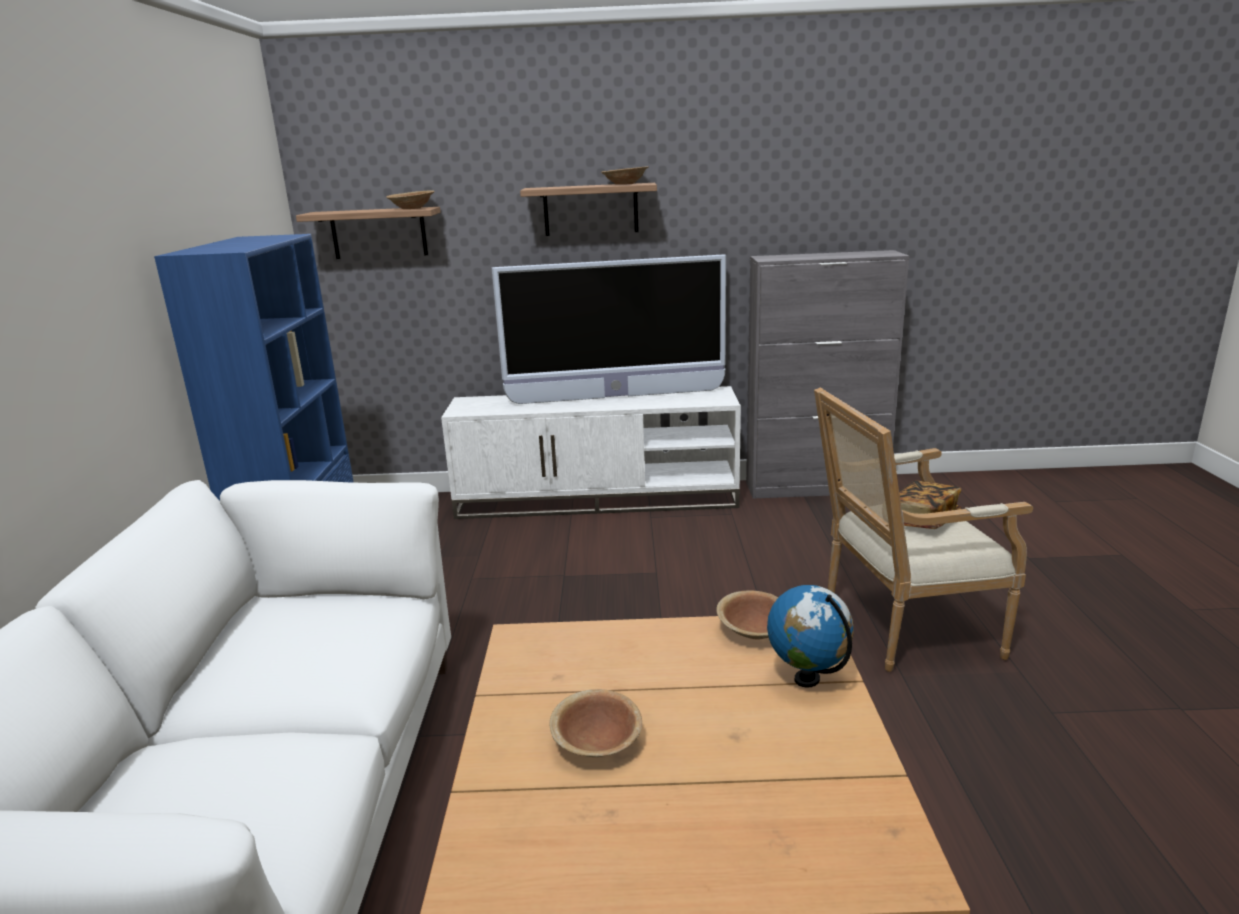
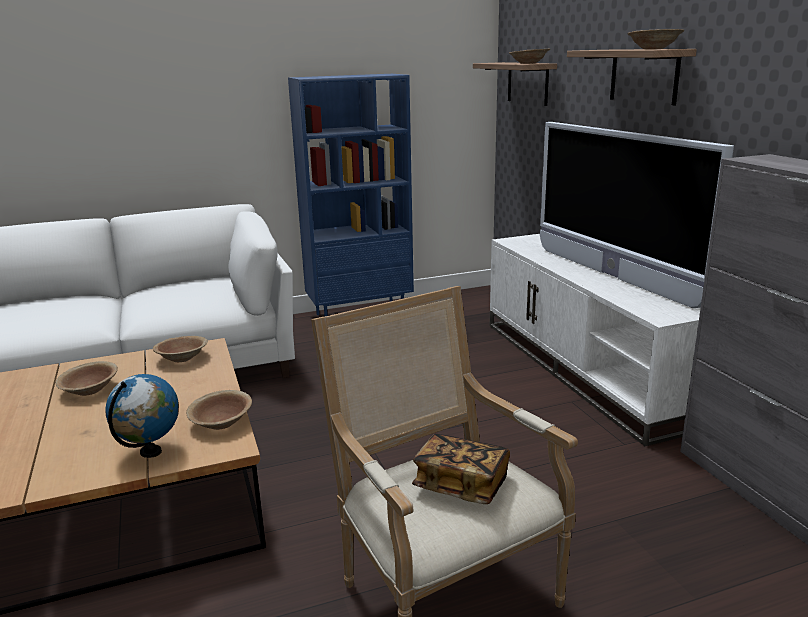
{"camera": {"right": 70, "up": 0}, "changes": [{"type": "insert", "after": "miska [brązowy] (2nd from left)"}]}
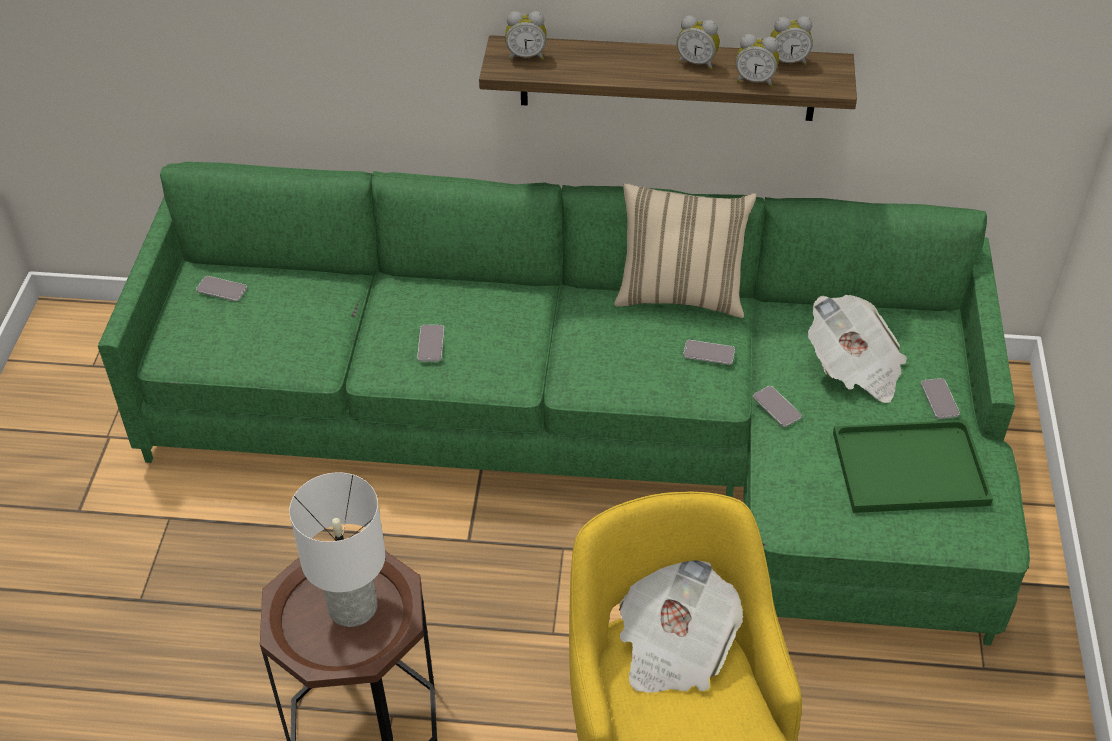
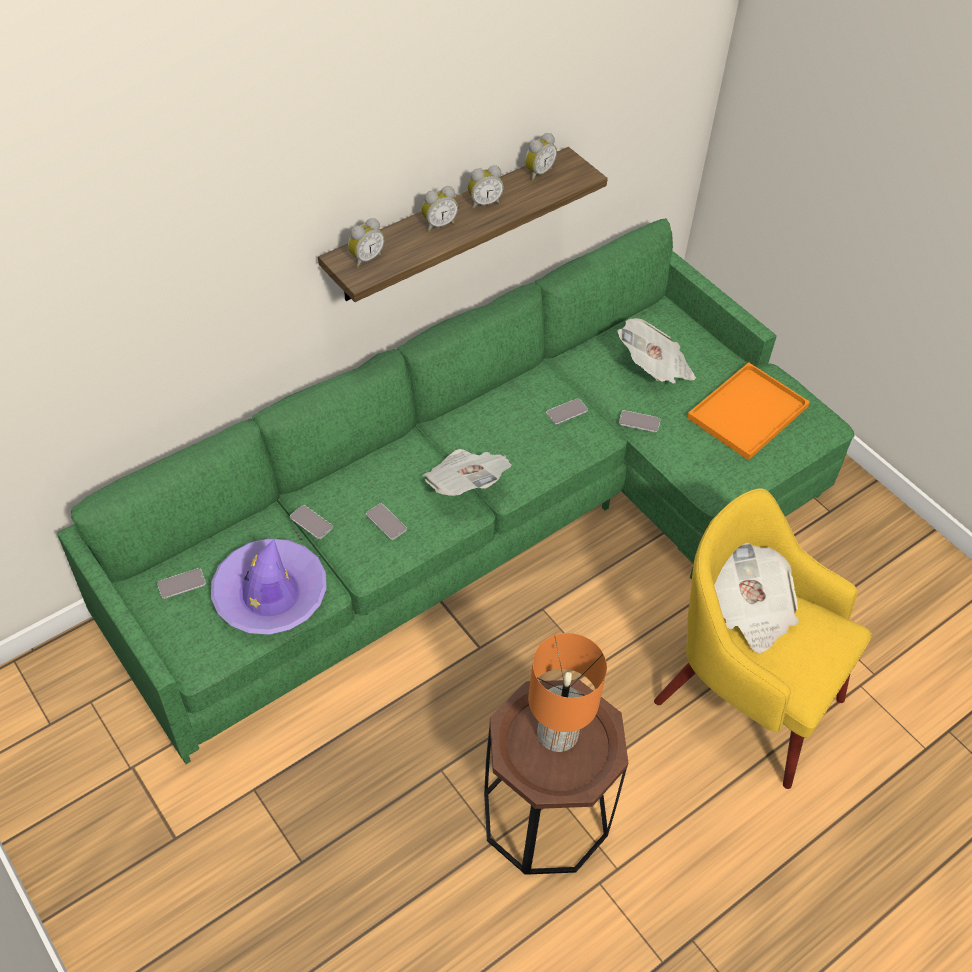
{"camera": {"right": -45, "up": 5}, "changes": [{"type": "insert", "after": "kapelusz [fioletowy]"}, {"type": "move", "before": "telefon (5th from left in the first image)", "after": "telefon (2nd from left)"}, {"type": "move", "before": "budzik (3rd from left in the first image)", "after": "budzik (2nd from left)"}, {"type": "insert", "after": "gazeta (1st from left)"}, {"type": "recolor", "before": "lampa stołowa [biały]", "after": "lampa stołowa [pomarańczowy]"}, {"type": "recolor", "before": "taca [zielony]", "after": "taca [pomarańczowy]"}, {"type": "delete", "before": "poduszka [beżowy]"}]}
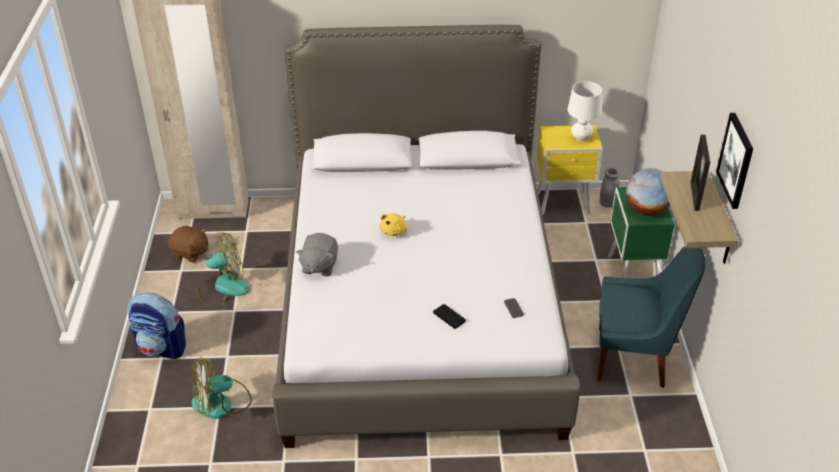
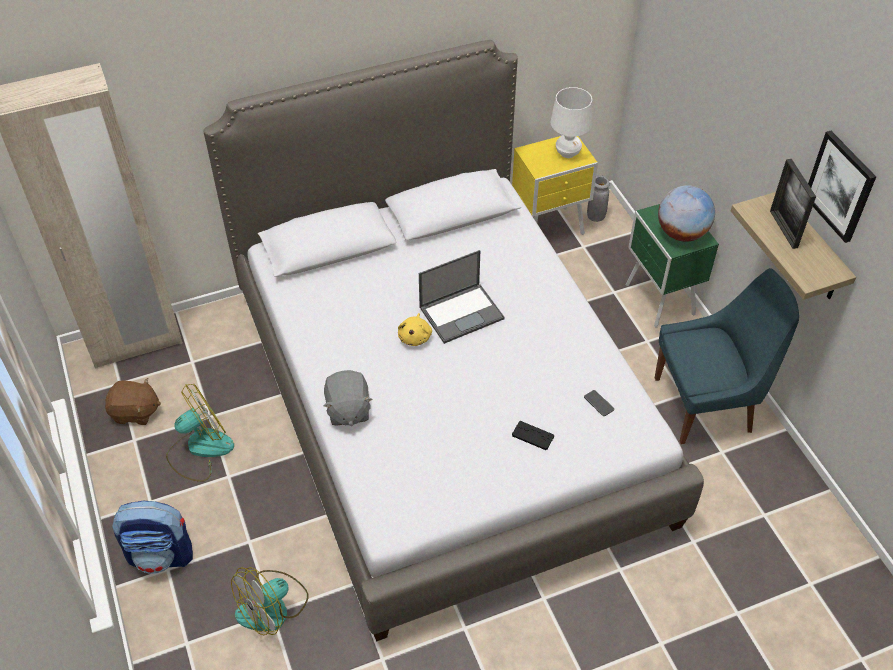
{"camera": {"right": -20, "up": 10}, "changes": [{"type": "insert", "after": "laptop"}]}
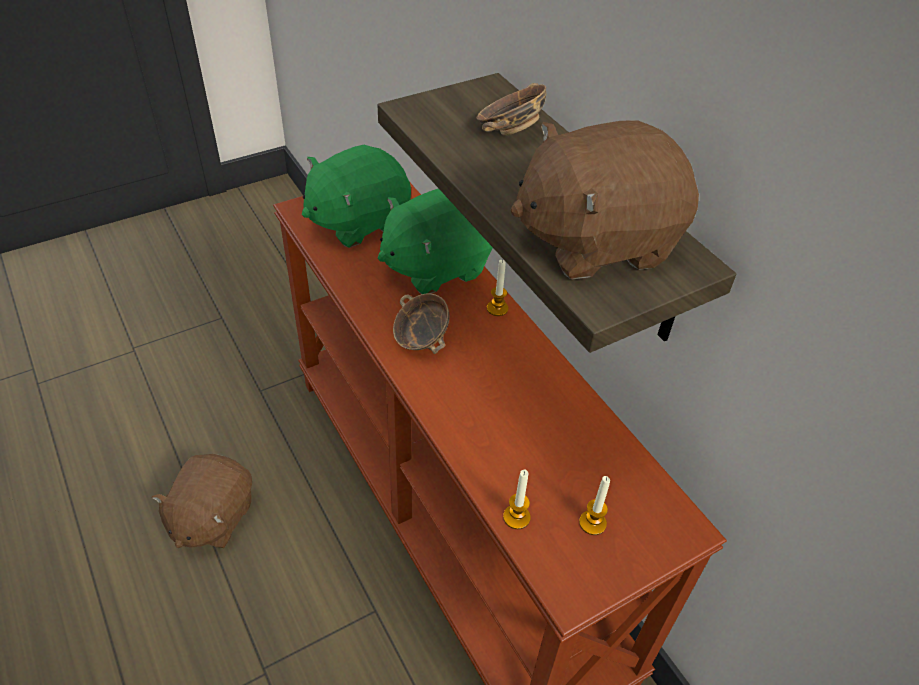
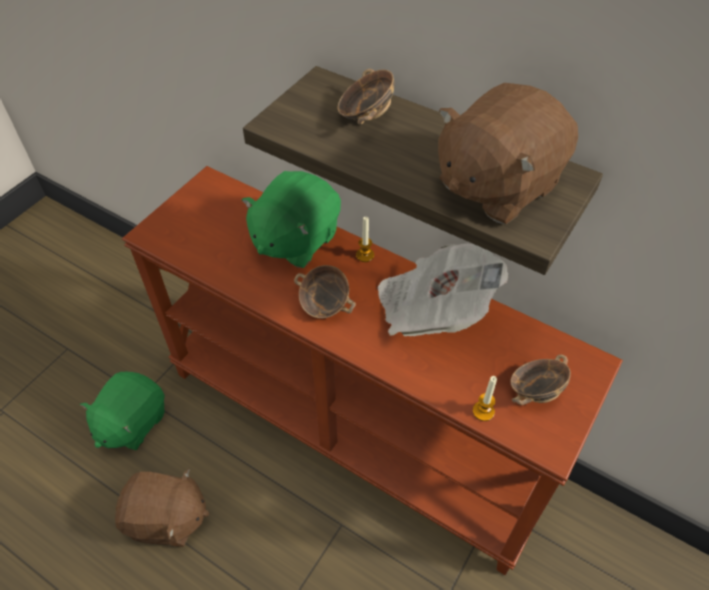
{"camera": {"right": -25, "up": 5}, "changes": [{"type": "move", "before": "pluszak [zielony] (1st from left)"}, {"type": "rotate", "before": "pluszak [brązowy] (1st from left)", "turn": -75}, {"type": "insert", "after": "gazeta"}, {"type": "replace", "before": "świeca (3rd from left)", "after": "miska (3rd from left)"}]}
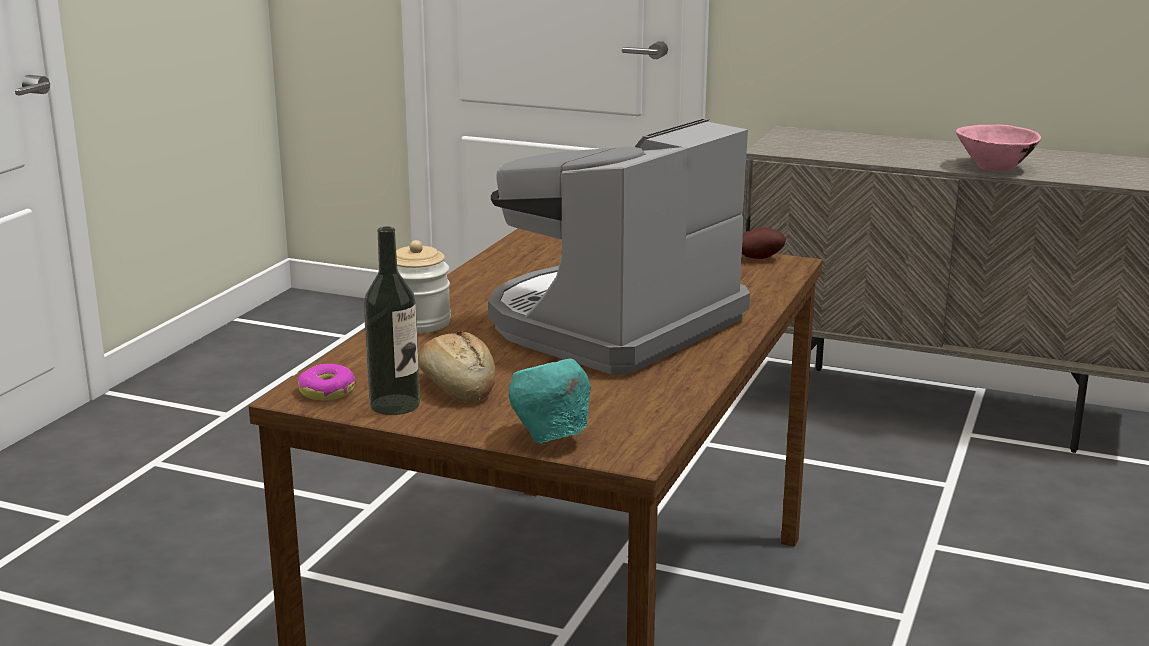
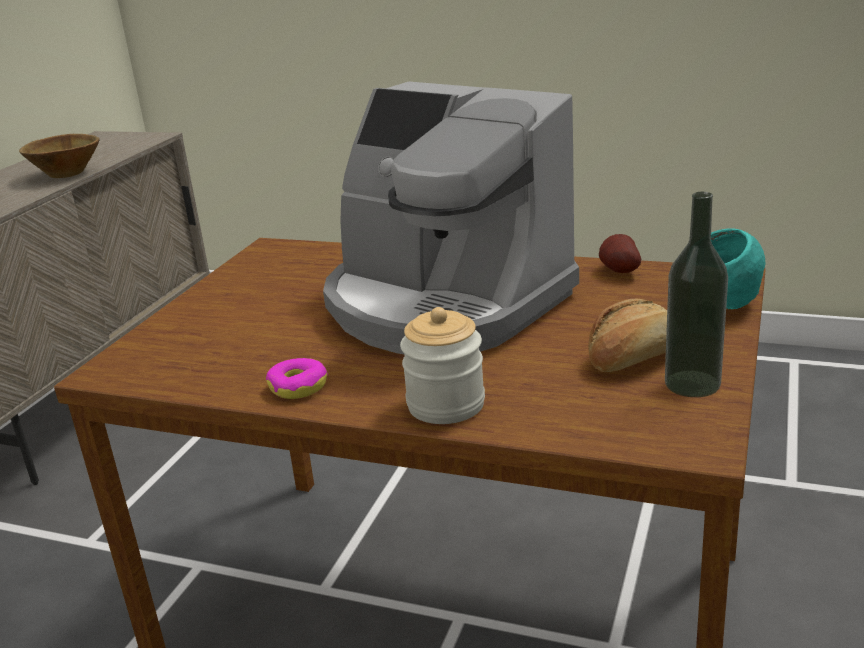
{"camera": {"right": -90, "up": 5}, "changes": [{"type": "recolor", "before": "miska [różowy]", "after": "miska [brązowy]"}, {"type": "move", "before": "donut"}, {"type": "move", "before": "ziemniak"}]}
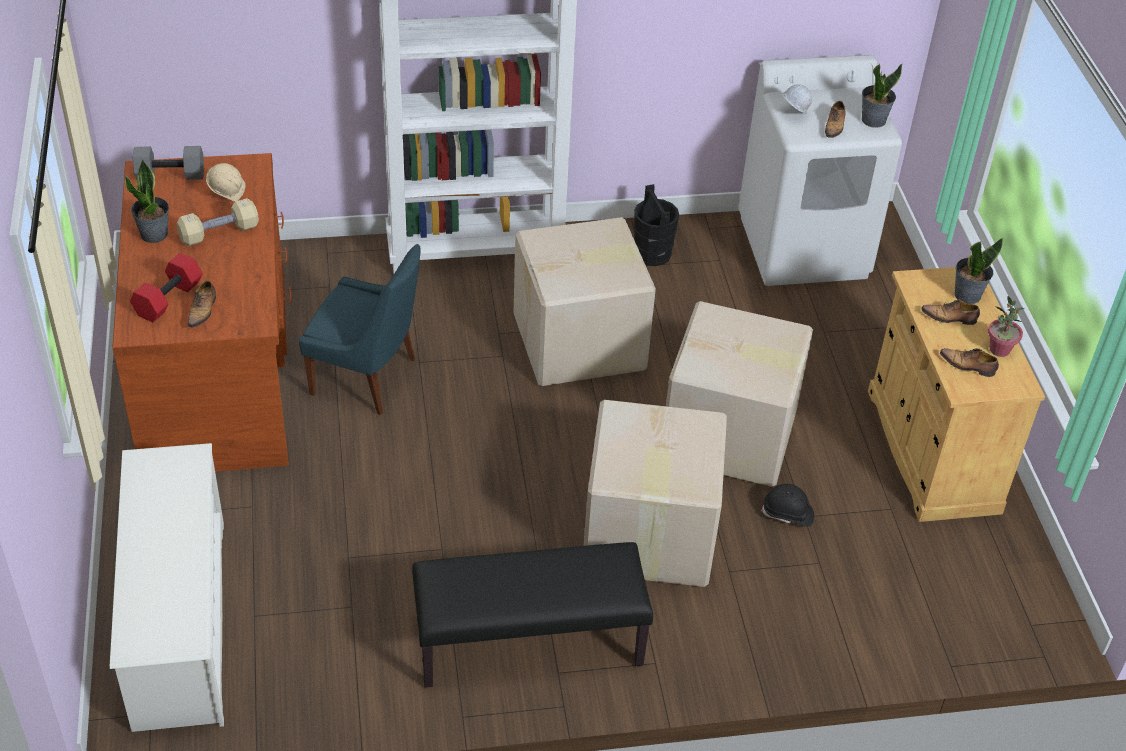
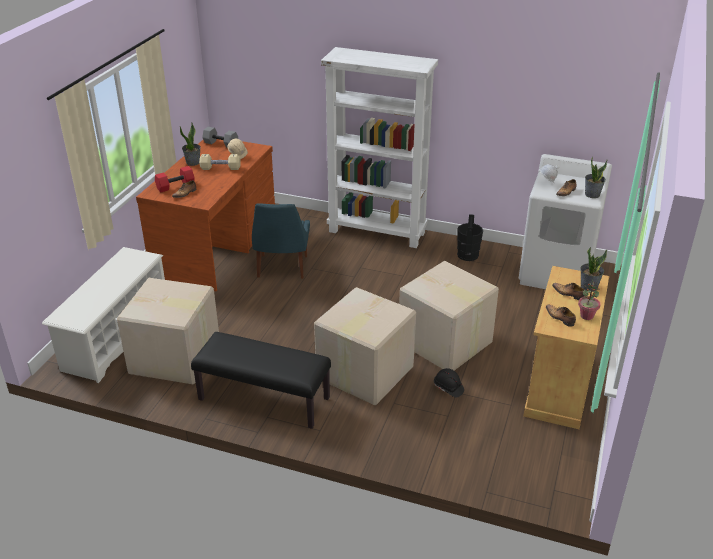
{"camera": {"right": 30, "up": -10}, "changes": [{"type": "move", "before": "karton (1st from left)"}, {"type": "rotate", "before": "krzesło [niebieski]", "turn": 45}]}
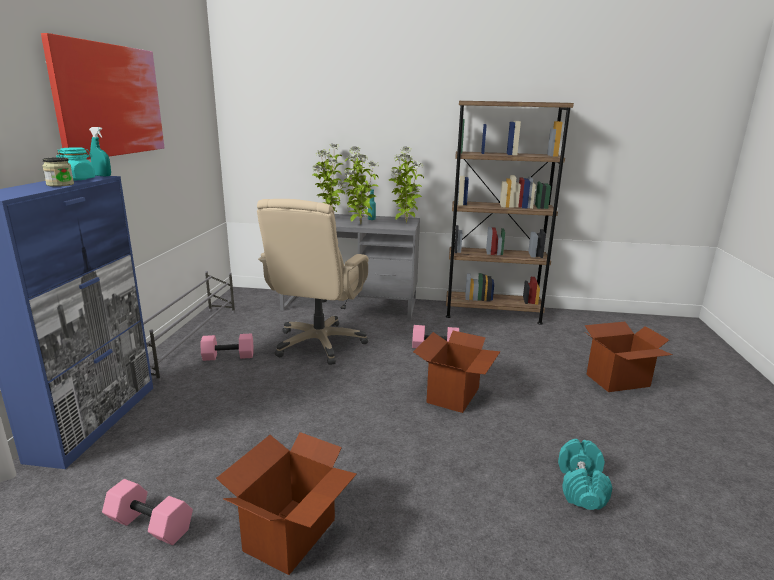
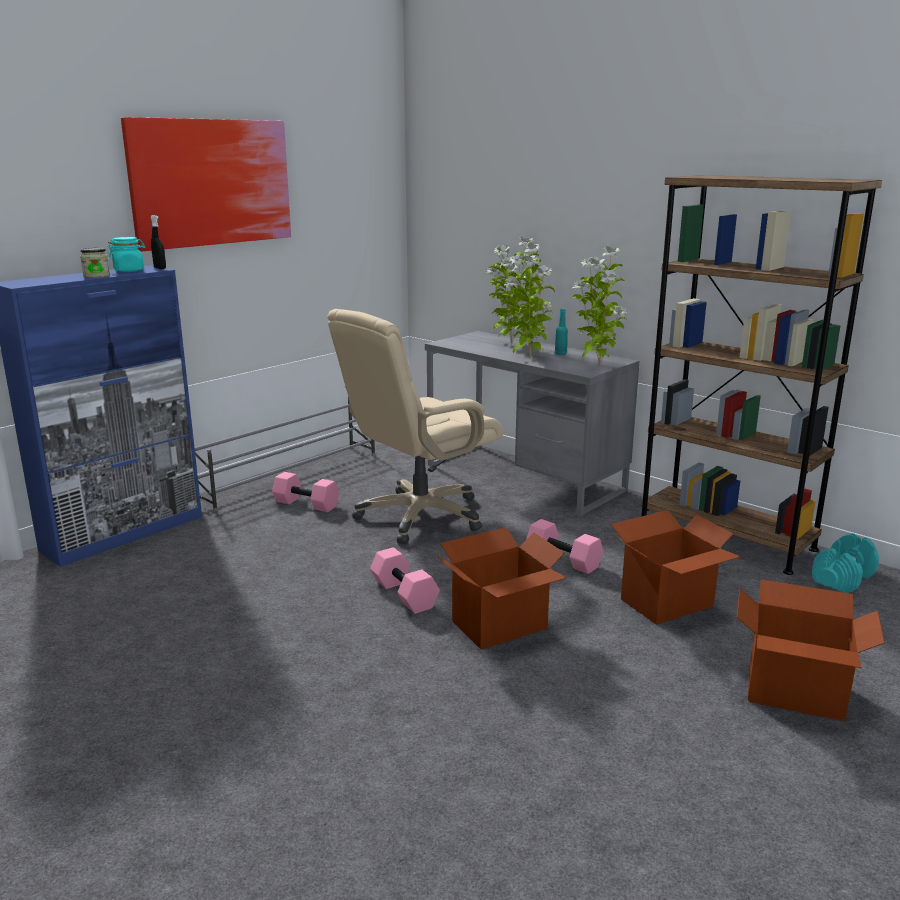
{"camera": {"right": 35, "up": 0}, "changes": [{"type": "recolor", "before": "spryskiwacz [turkusowy]", "after": "spryskiwacz [czarny]"}, {"type": "move", "before": "hantel [różowy] (1st from left in the first image)", "after": "hantel [różowy] (2nd from left)"}, {"type": "move", "before": "karton (1st from left in the first image)", "after": "karton (2nd from left)"}, {"type": "move", "before": "hantel [turkusowy]"}]}
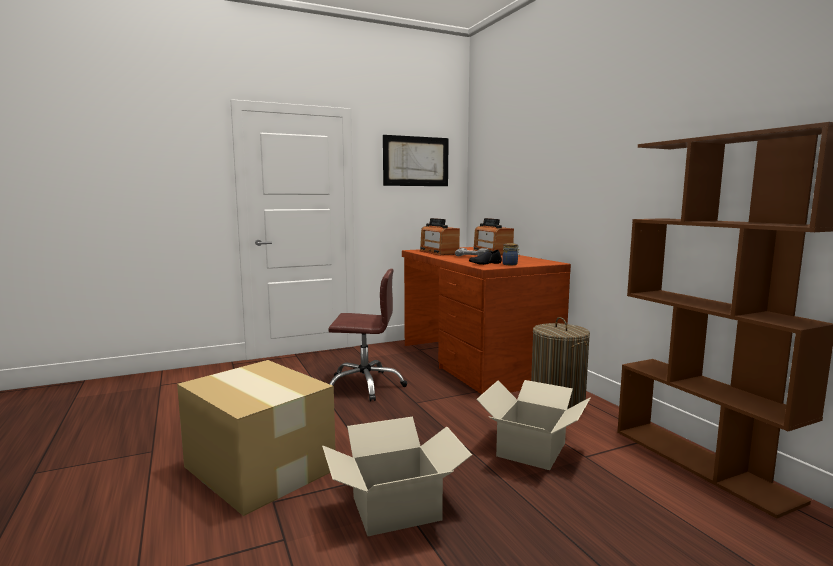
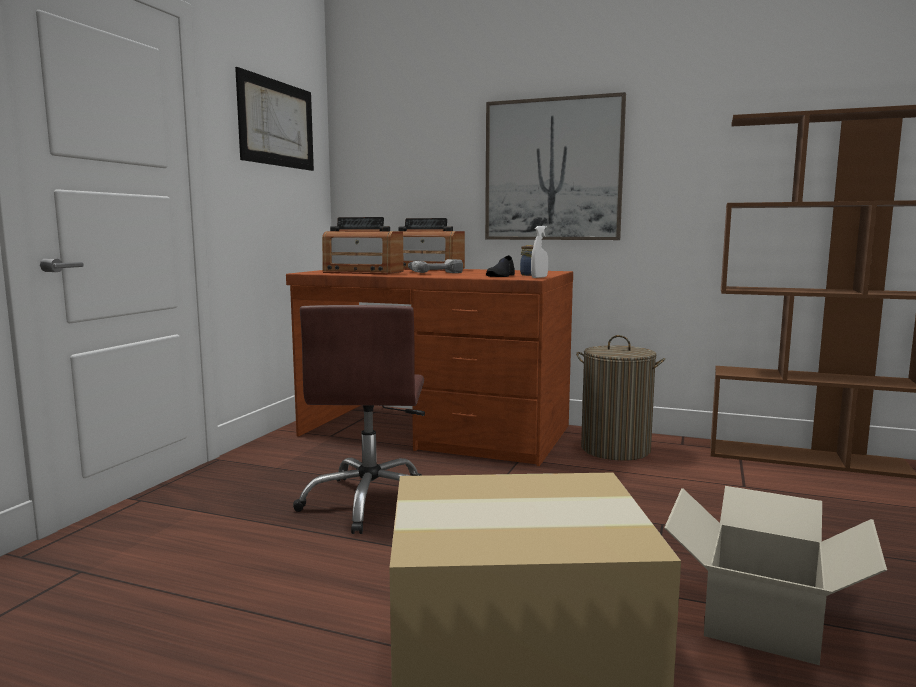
{"camera": {"right": -45, "up": 0}, "changes": [{"type": "rotate", "before": "krzesło biurowe [brązowy]", "turn": 135}, {"type": "insert", "after": "obraz (2nd from left)"}, {"type": "insert", "after": "spryskiwacz [biały]"}, {"type": "delete", "before": "karton (3rd from left)"}]}
